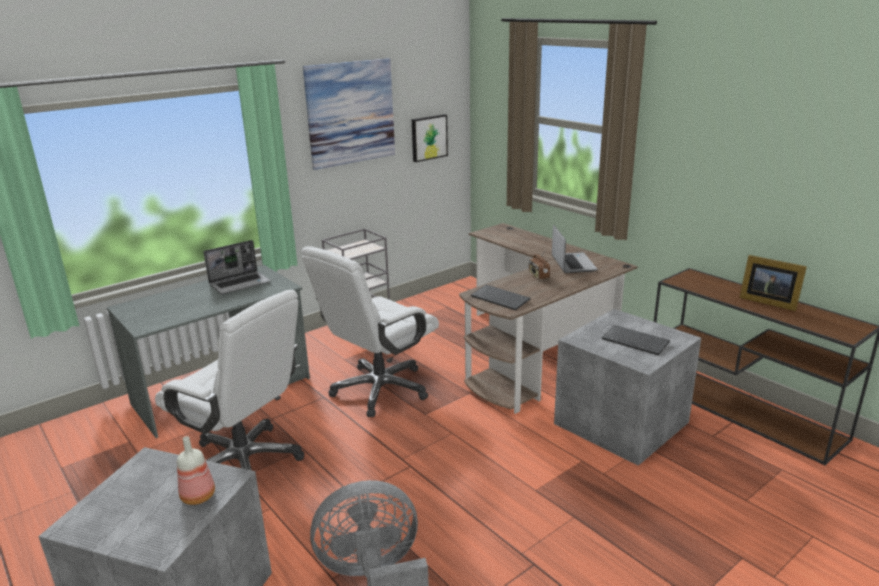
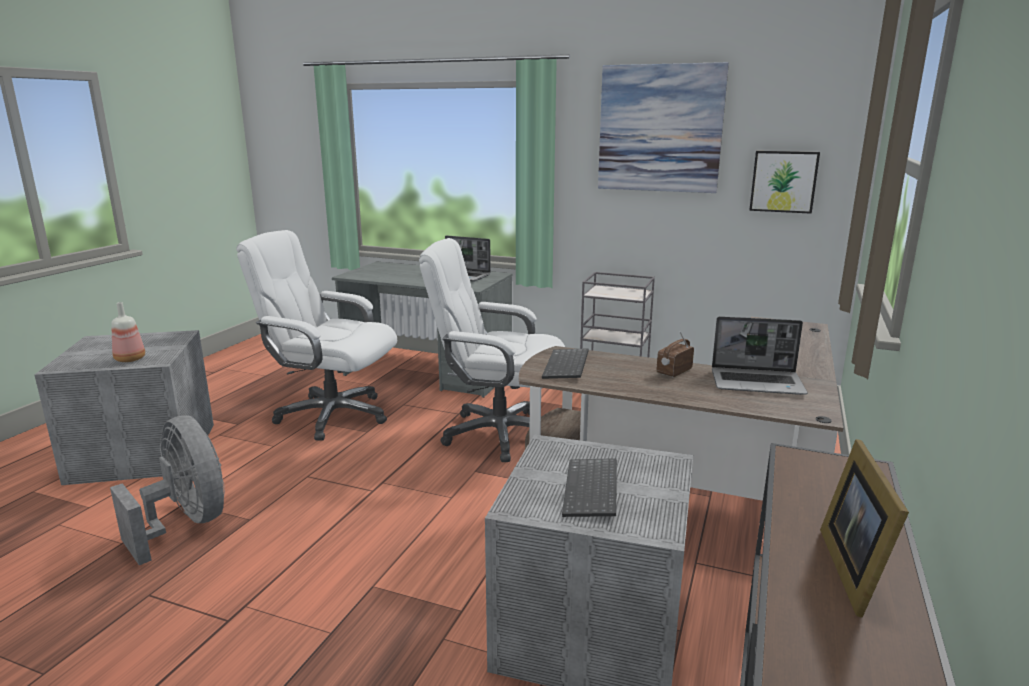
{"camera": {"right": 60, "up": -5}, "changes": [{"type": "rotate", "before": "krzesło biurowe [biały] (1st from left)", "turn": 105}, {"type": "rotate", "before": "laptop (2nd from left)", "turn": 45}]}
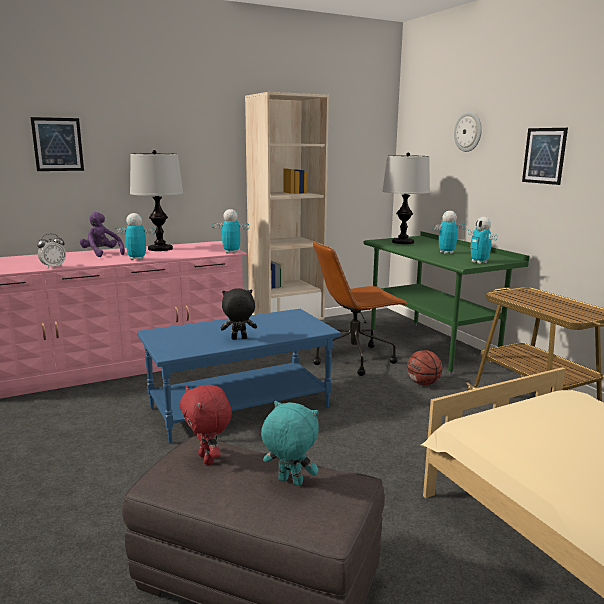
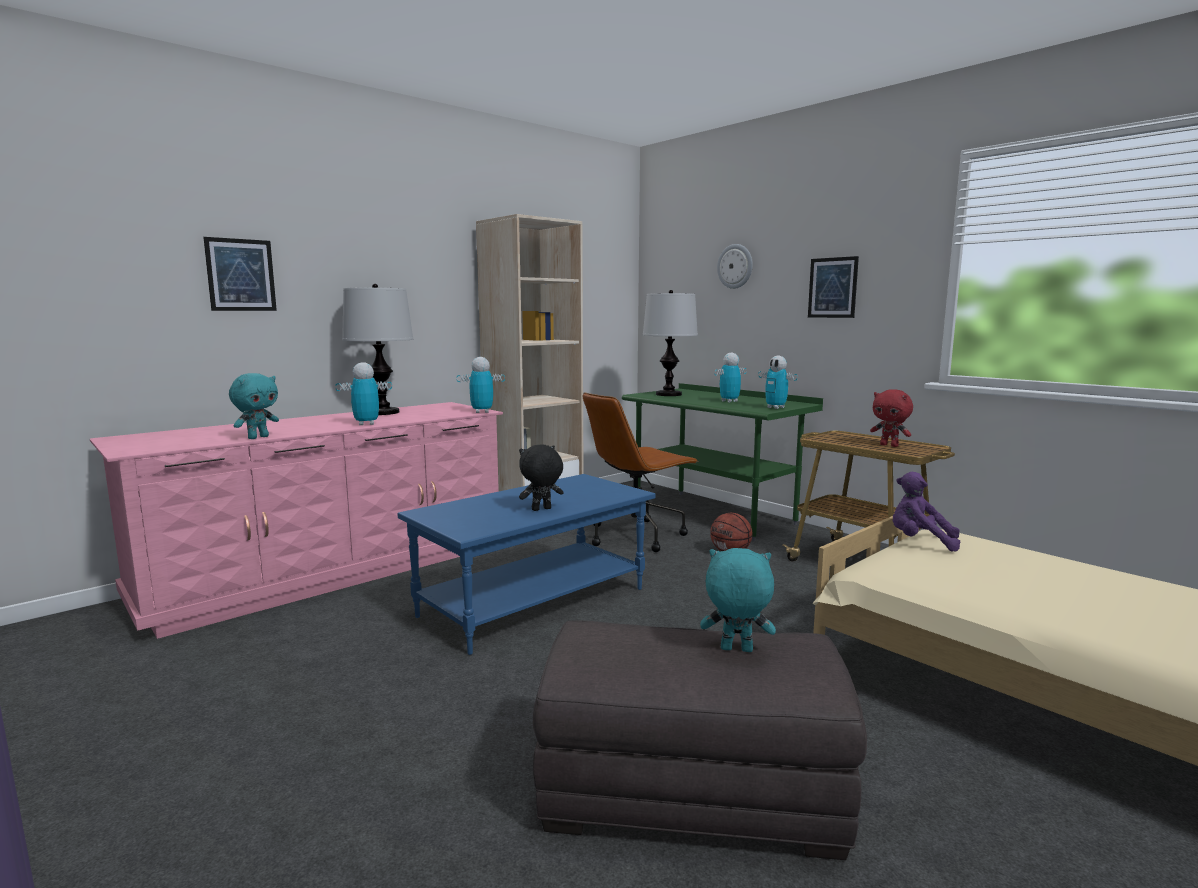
{"camera": {"right": -15, "up": -5}, "changes": [{"type": "replace", "before": "budzik", "after": "pluszak [turkusowy] (1st from left)"}, {"type": "move", "before": "pluszak [czerwony]"}, {"type": "move", "before": "pluszak [fioletowy]"}]}
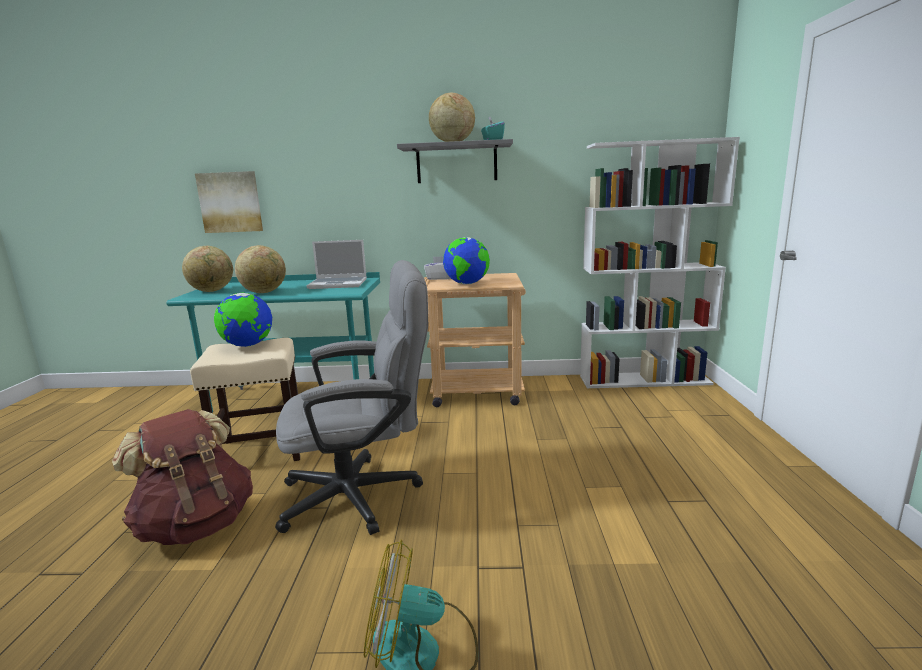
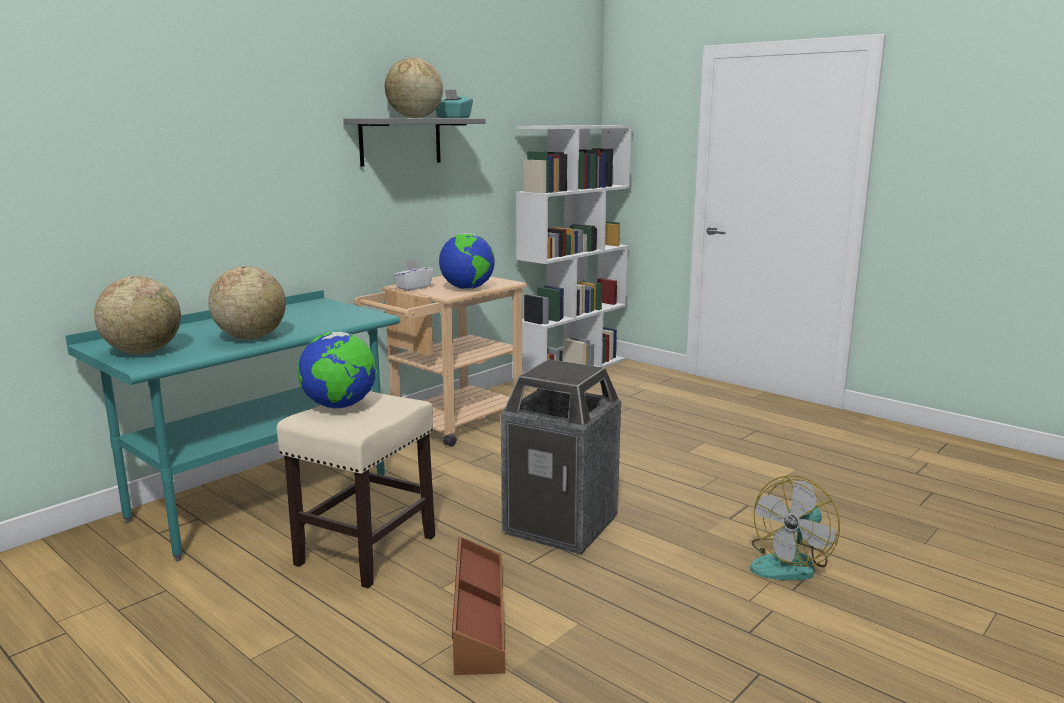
{"camera": {"right": -50, "up": 0}, "changes": [{"type": "replace", "before": "plecak [brązowy]", "after": "pojemnik do przechowywania [brązowy]"}, {"type": "replace", "before": "krzesło biurowe [szary]", "after": "kosz na śmieci"}, {"type": "delete", "before": "obraz"}, {"type": "delete", "before": "laptop"}]}
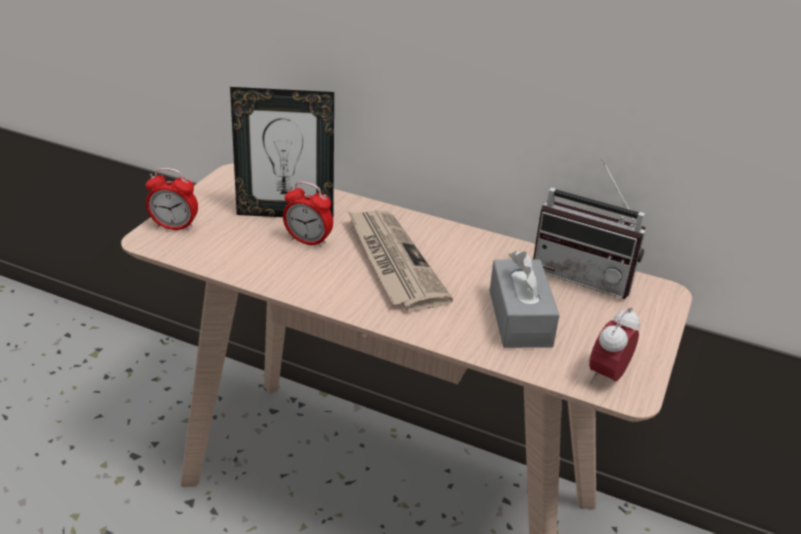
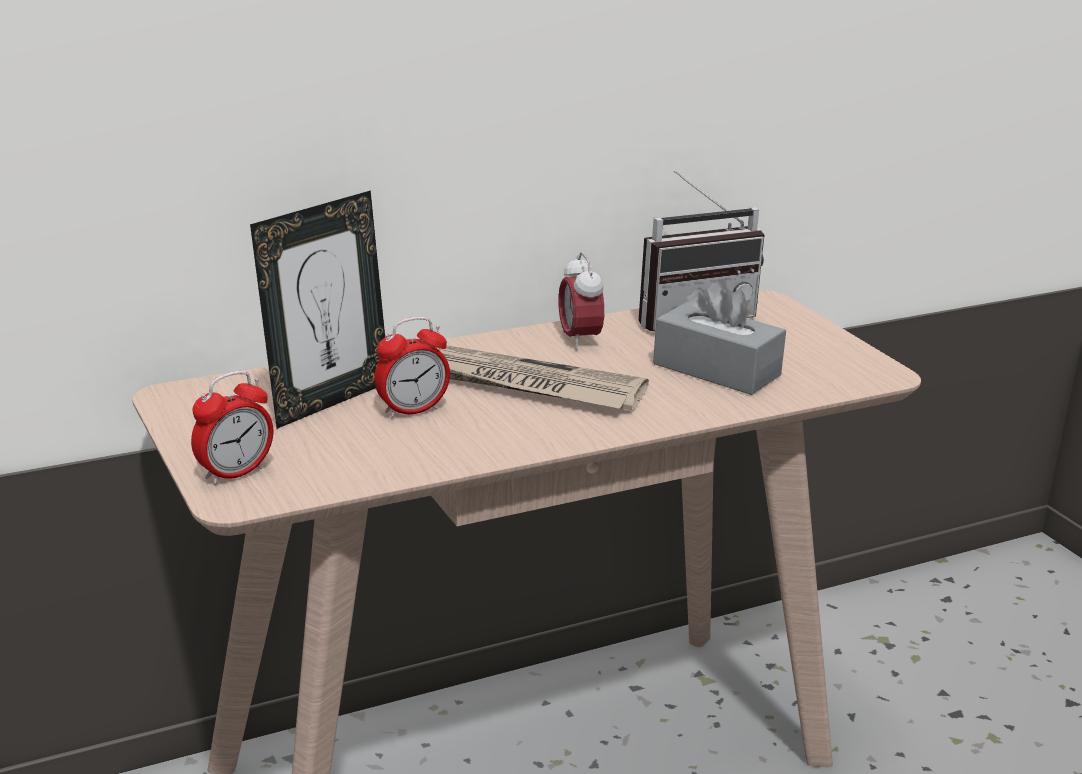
{"camera": {"right": -50, "up": -10}, "changes": [{"type": "move", "before": "budzik (3rd from left)"}]}
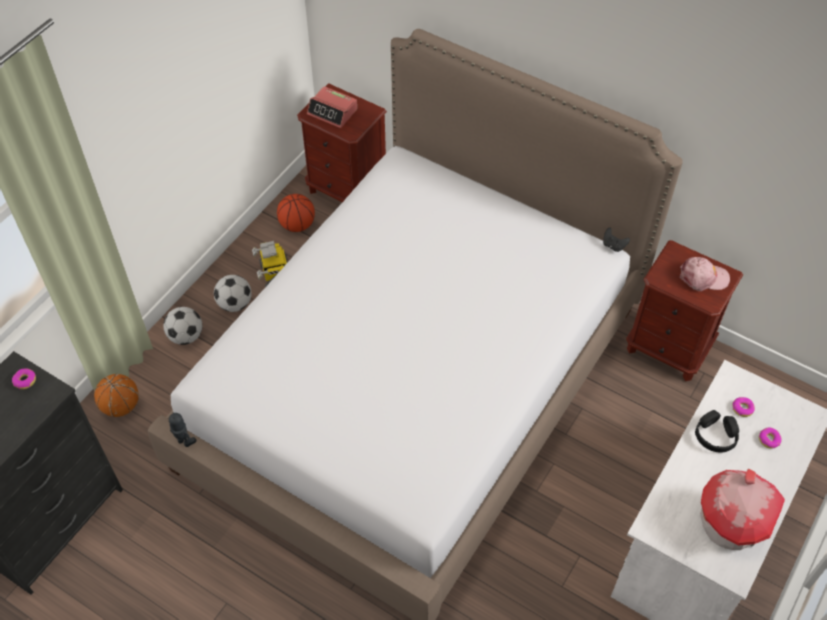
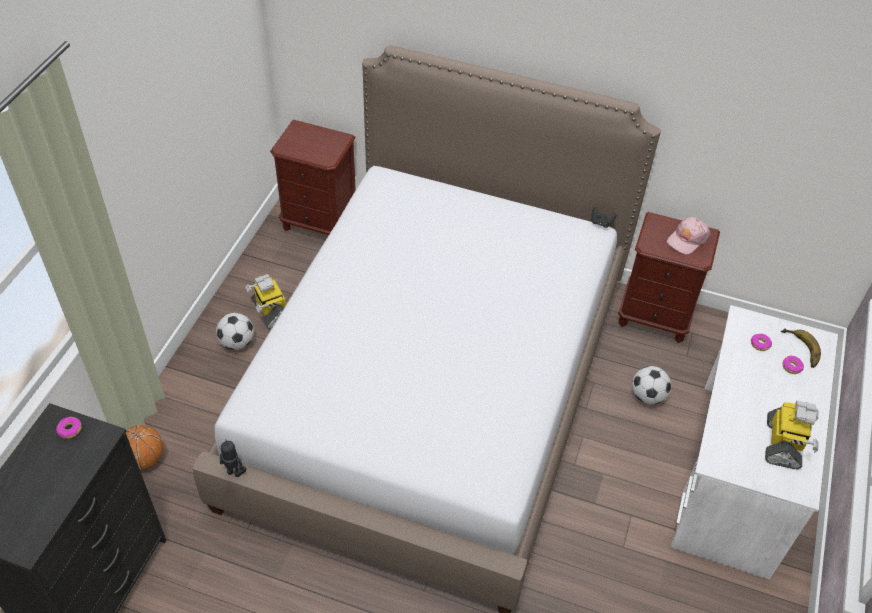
{"camera": {"right": -15, "up": -5}, "changes": [{"type": "move", "before": "piłka futbolowa (1st from left in the first image)", "after": "piłka futbolowa (2nd from left)"}, {"type": "rotate", "before": "czapka z daszkiem [różowy]", "turn": 150}, {"type": "replace", "before": "domek", "after": "robot zabawkowy (3rd from left)"}, {"type": "insert", "after": "banan"}, {"type": "delete", "before": "piłka do koszykówki (2nd from left)"}, {"type": "delete", "before": "budzik"}, {"type": "delete", "before": "słuchawki [czarny]"}]}
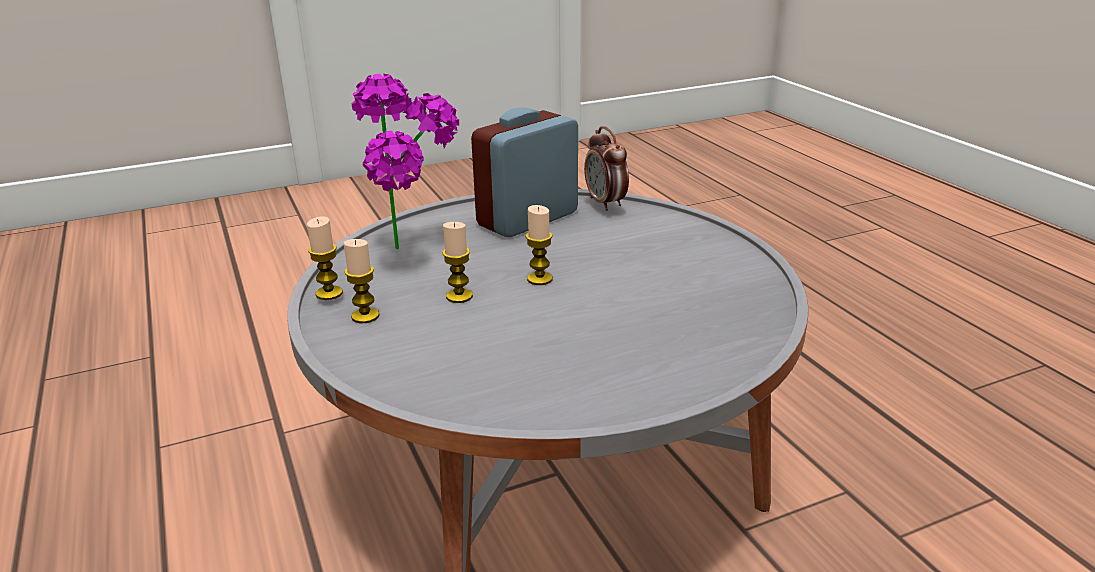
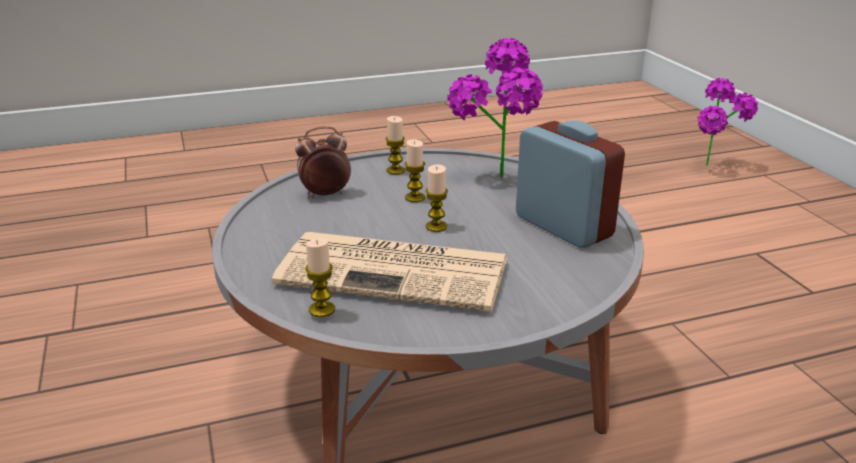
{"camera": {"right": 95, "up": 0}, "changes": [{"type": "insert", "after": "gazeta"}, {"type": "move", "before": "budzik (2nd from left in the first image)", "after": "budzik (1st from left)"}, {"type": "move", "before": "świeca (1st from left)"}, {"type": "insert", "after": "roślina doniczkowa (2nd from left)"}]}
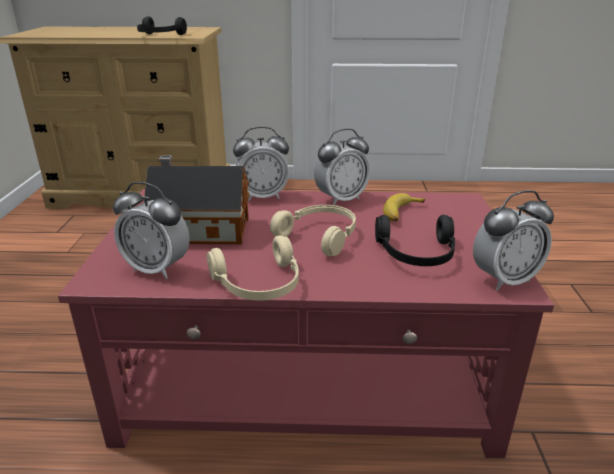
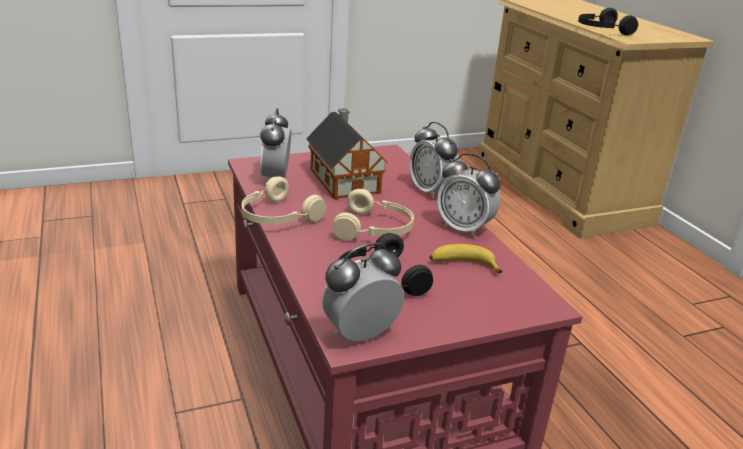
{"camera": {"right": 65, "up": 0}, "changes": [{"type": "rotate", "before": "budzik (4th from left in the first image)", "turn": 105}]}
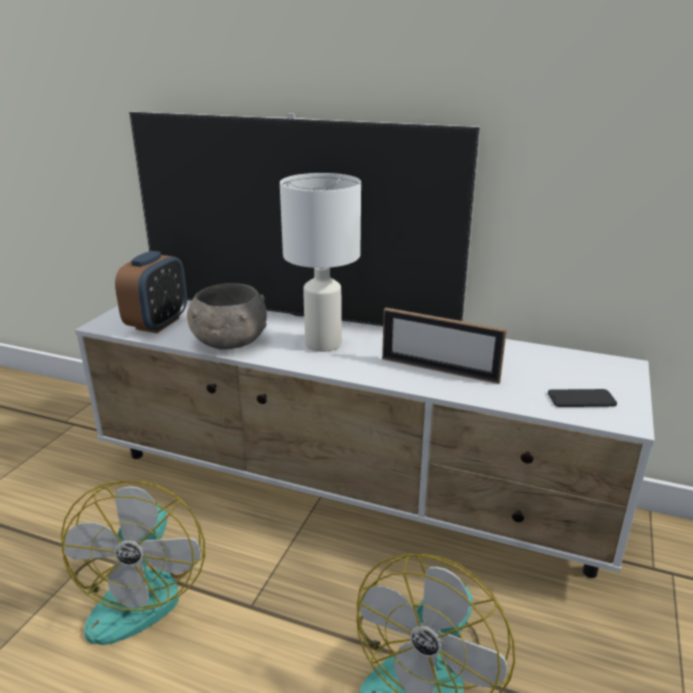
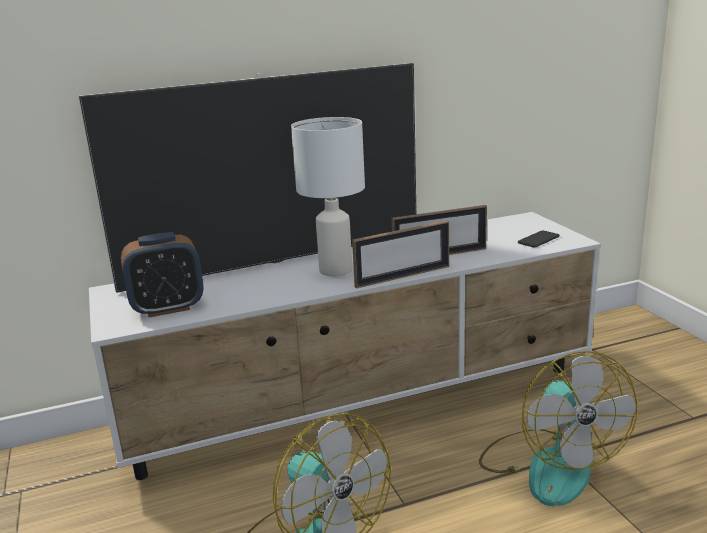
{"camera": {"right": -40, "up": -5}, "changes": [{"type": "rotate", "before": "budzik", "turn": 90}, {"type": "insert", "after": "ramka na zdjęcie (1st from left)"}, {"type": "delete", "before": "miska [szary]"}]}
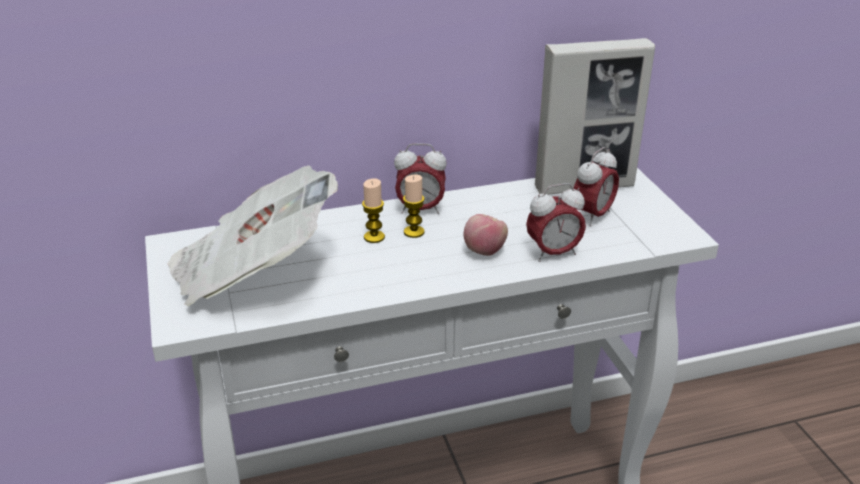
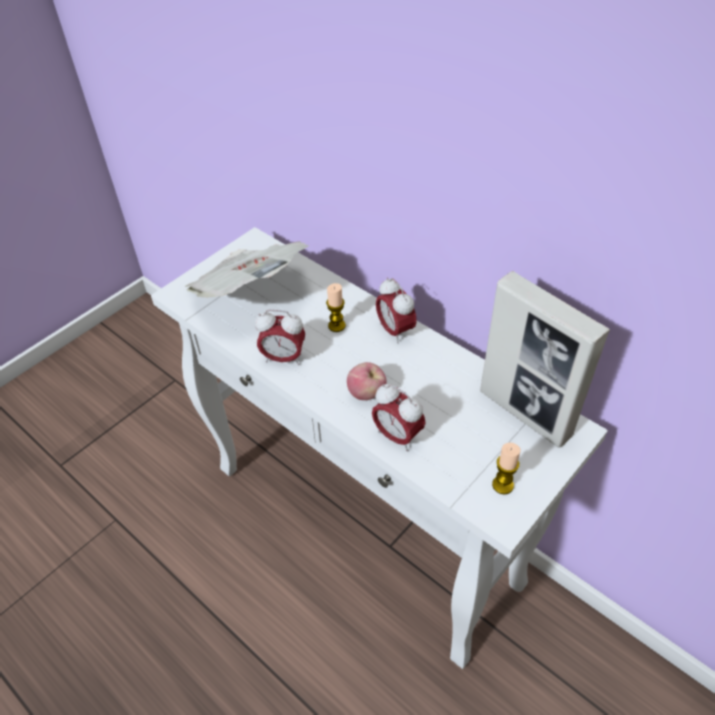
{"camera": {"right": 60, "up": 15}, "changes": [{"type": "move", "before": "budzik (3rd from left in the first image)", "after": "budzik (1st from left)"}, {"type": "move", "before": "świeca (2nd from left)"}]}
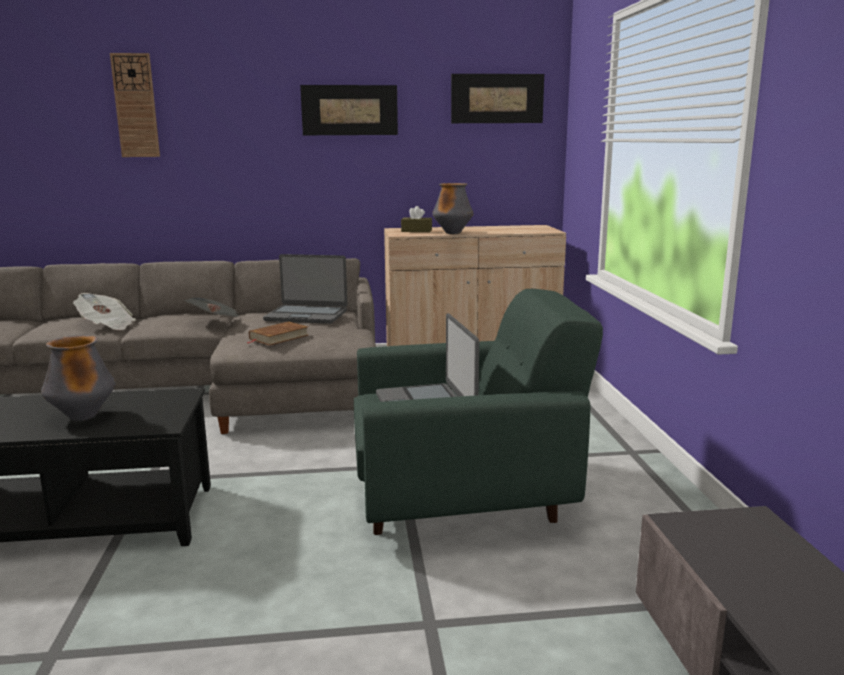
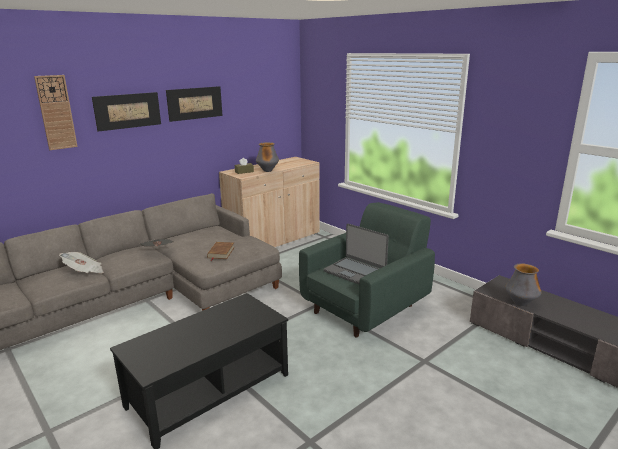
{"camera": {"right": -35, "up": 5}, "changes": [{"type": "move", "before": "obraz (2nd from left in the first image)", "after": "obraz (1st from left)"}, {"type": "move", "before": "wazon (1st from left in the first image)", "after": "wazon (2nd from left)"}, {"type": "delete", "before": "laptop (1st from left)"}]}
